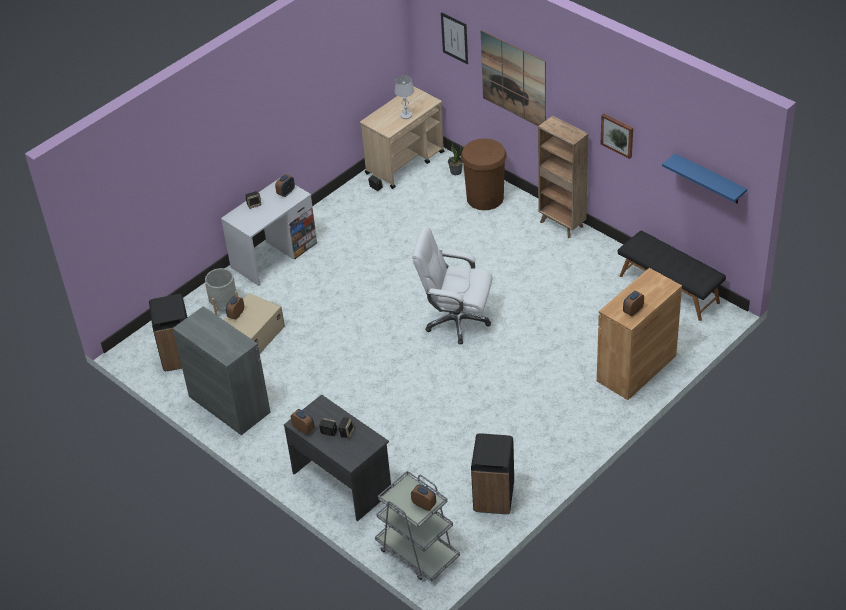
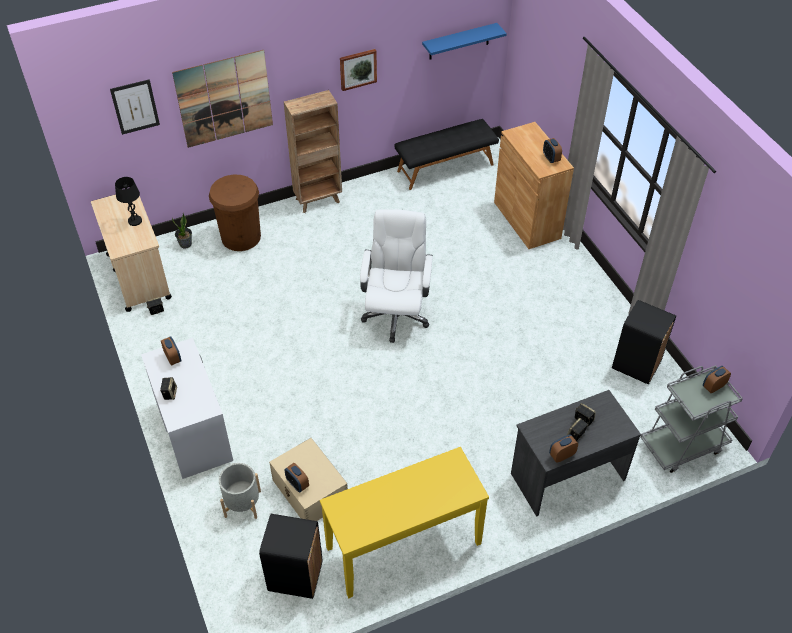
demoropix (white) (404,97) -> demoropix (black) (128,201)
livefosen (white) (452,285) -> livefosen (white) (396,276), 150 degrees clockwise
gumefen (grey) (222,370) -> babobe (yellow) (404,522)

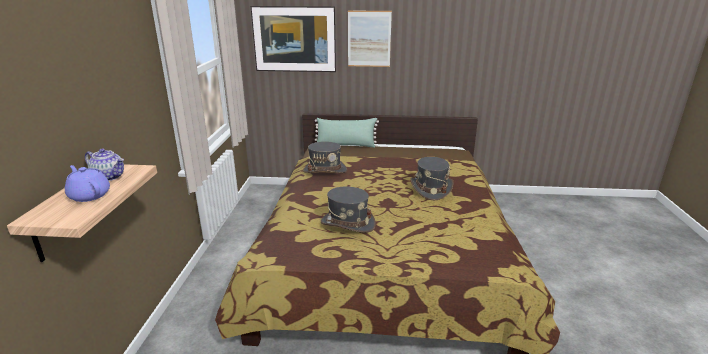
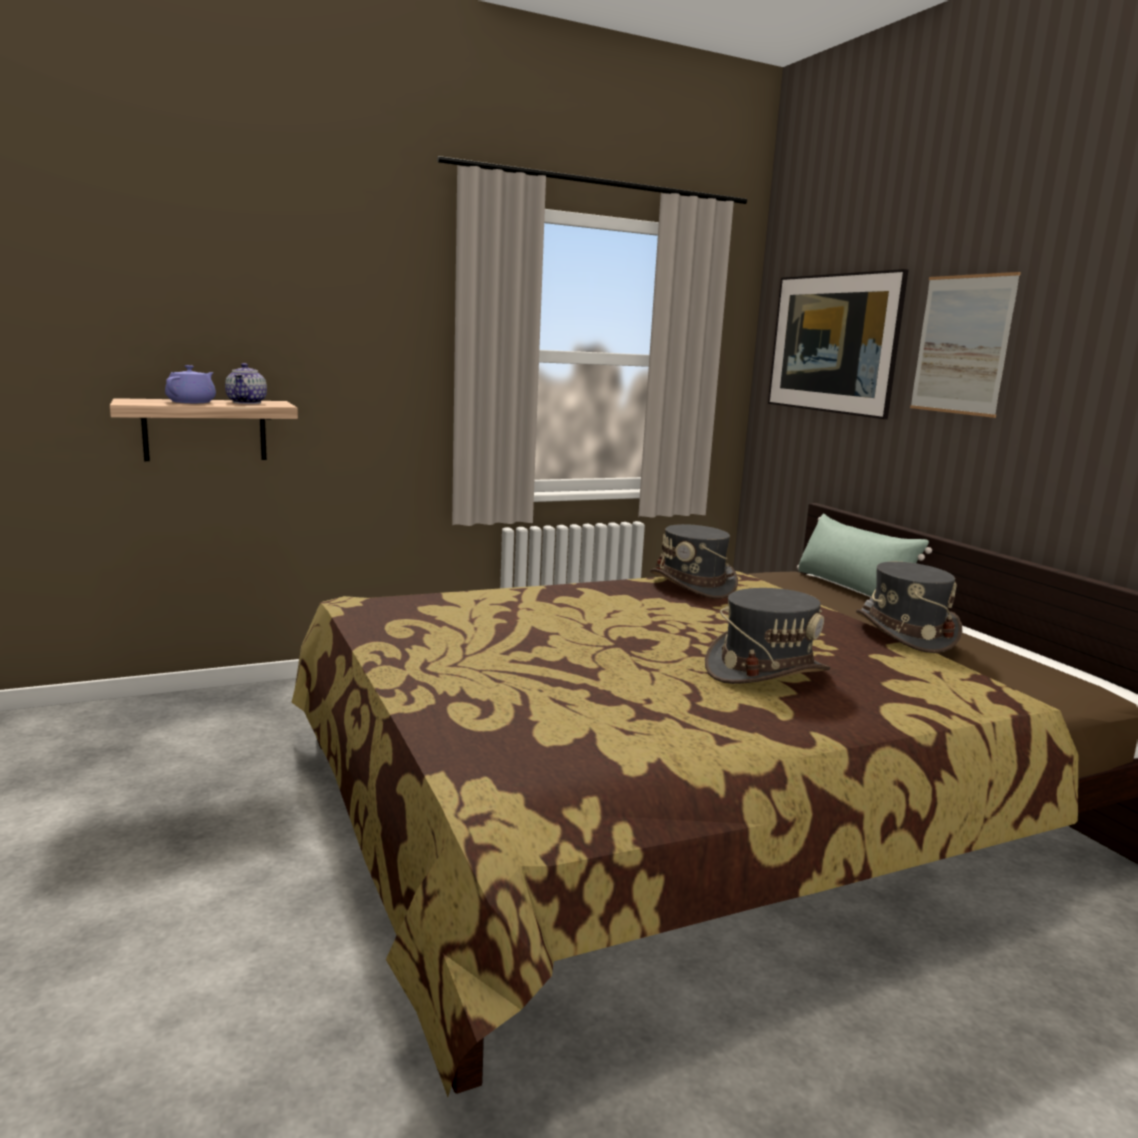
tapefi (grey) (348,209) -> tapefi (grey) (909,607), shifted

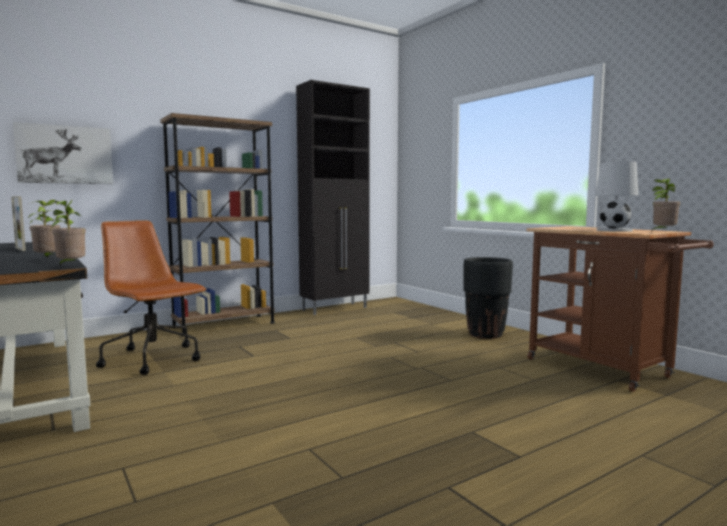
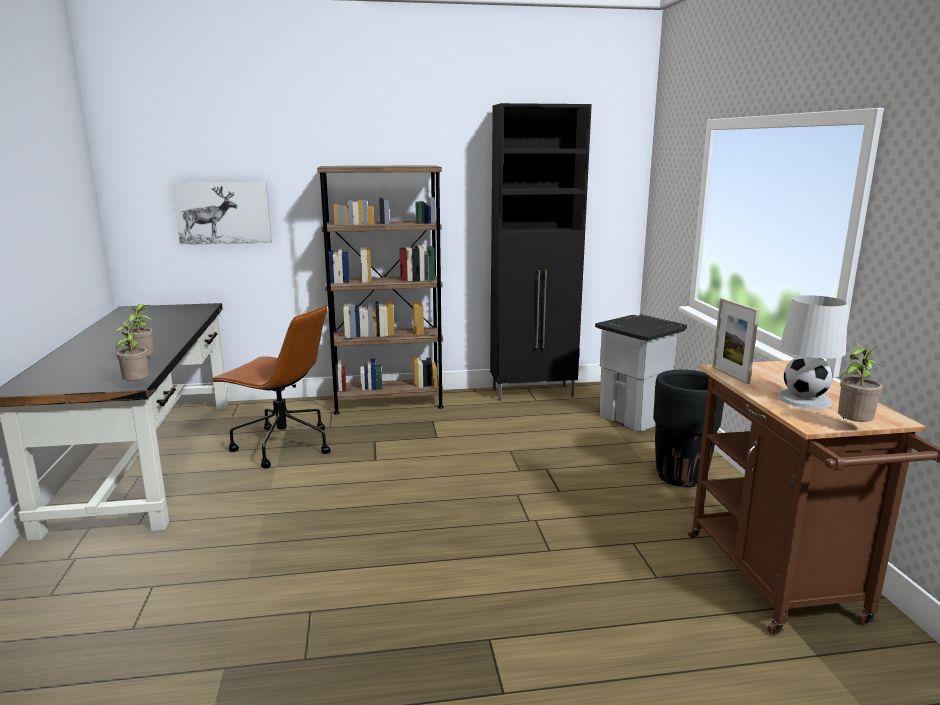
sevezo (18,223) -> sevezo (735,341), shifted
livefosen (brown) (151,297) -> livefosen (brown) (271,387), 135 degrees clockwise
none -> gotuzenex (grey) (641,373)

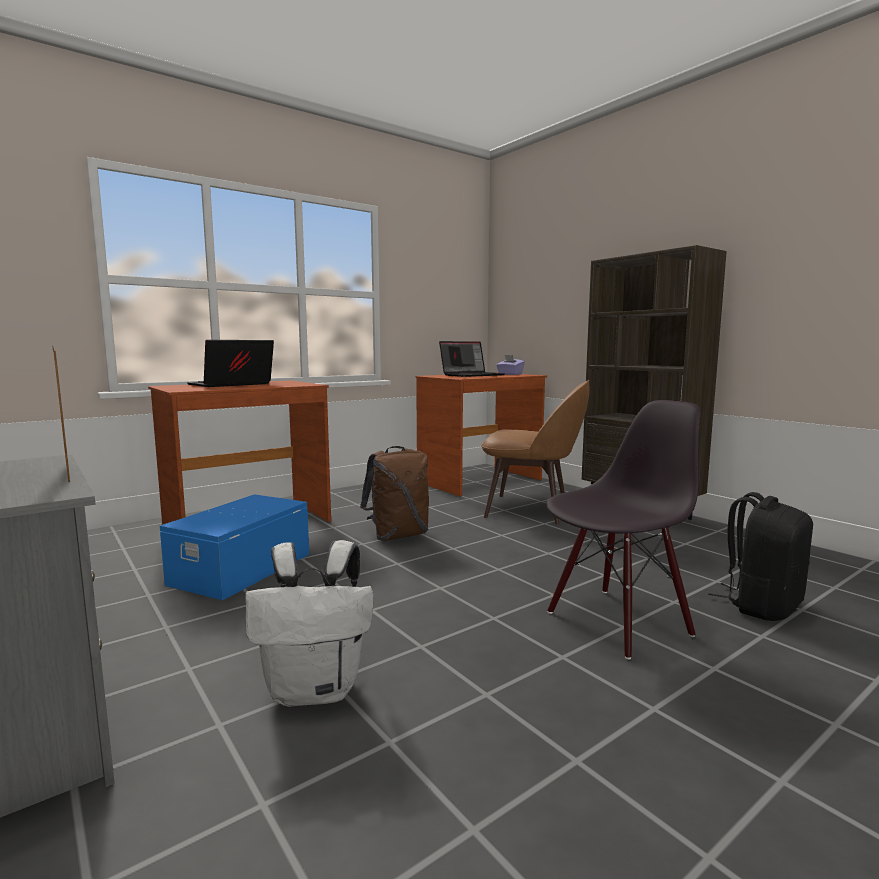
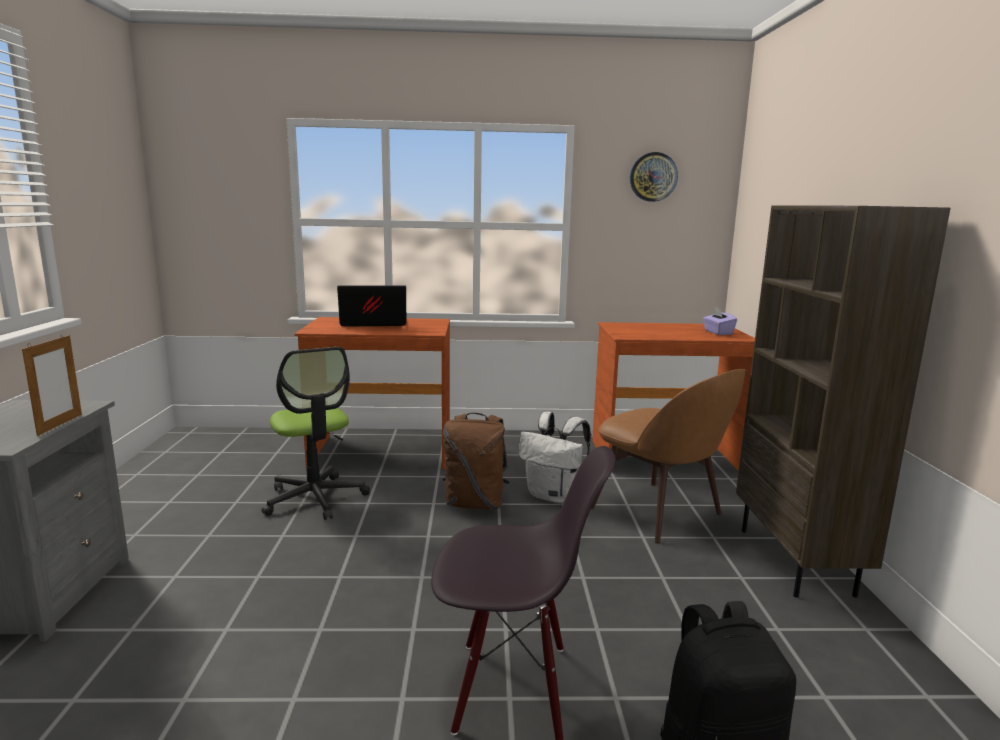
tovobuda (472,359) -> none
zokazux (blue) (234,547) -> livefosen (316,433)
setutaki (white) (309,623) -> setutaki (white) (555,457), shifted
none -> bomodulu (654,177)

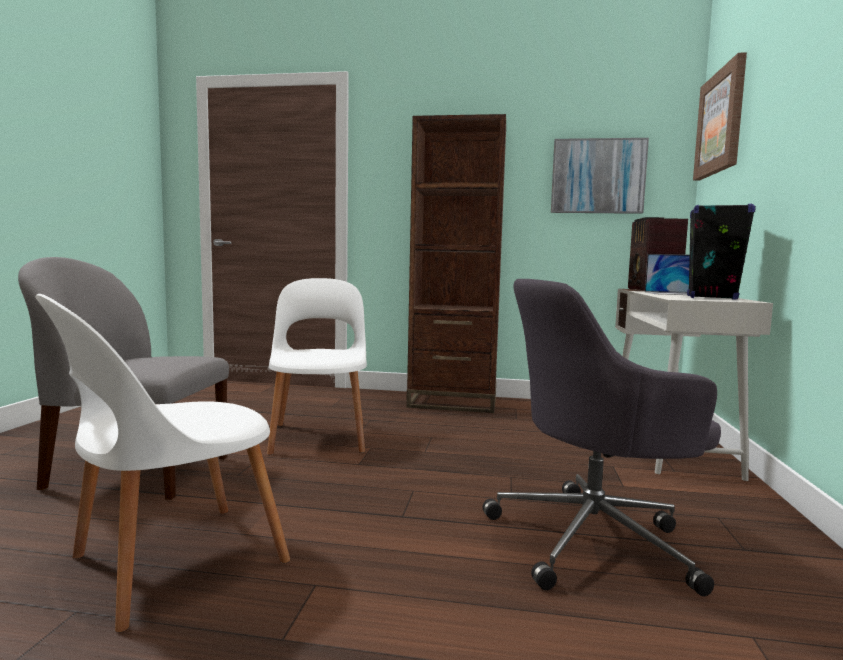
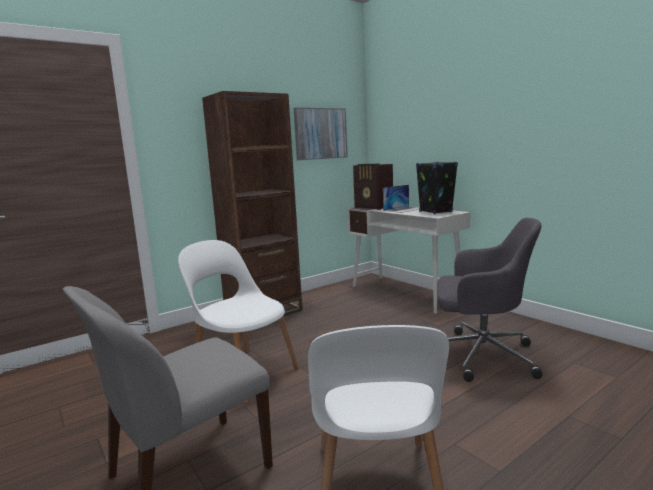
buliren (720,116) -> none
livefosen (grey) (602,437) -> livefosen (grey) (490,300), 105 degrees counterclockwise

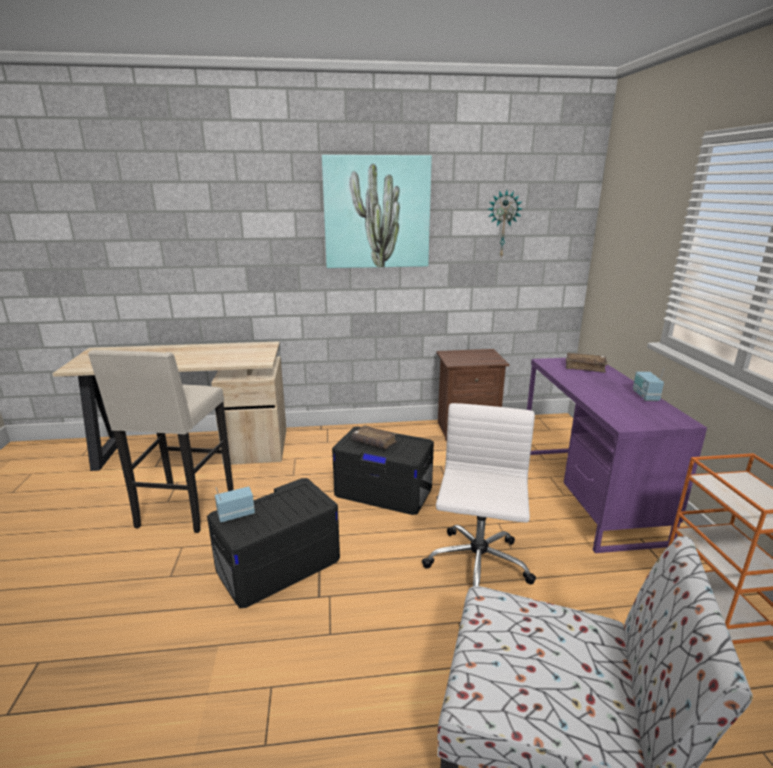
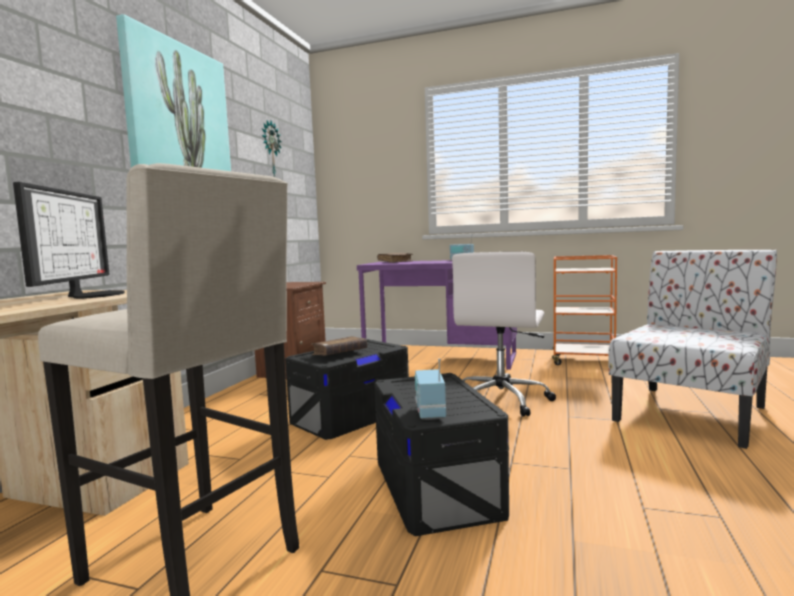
livefosen (white) (479,494) -> livefosen (white) (504,334), 105 degrees counterclockwise
none -> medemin (69,240)

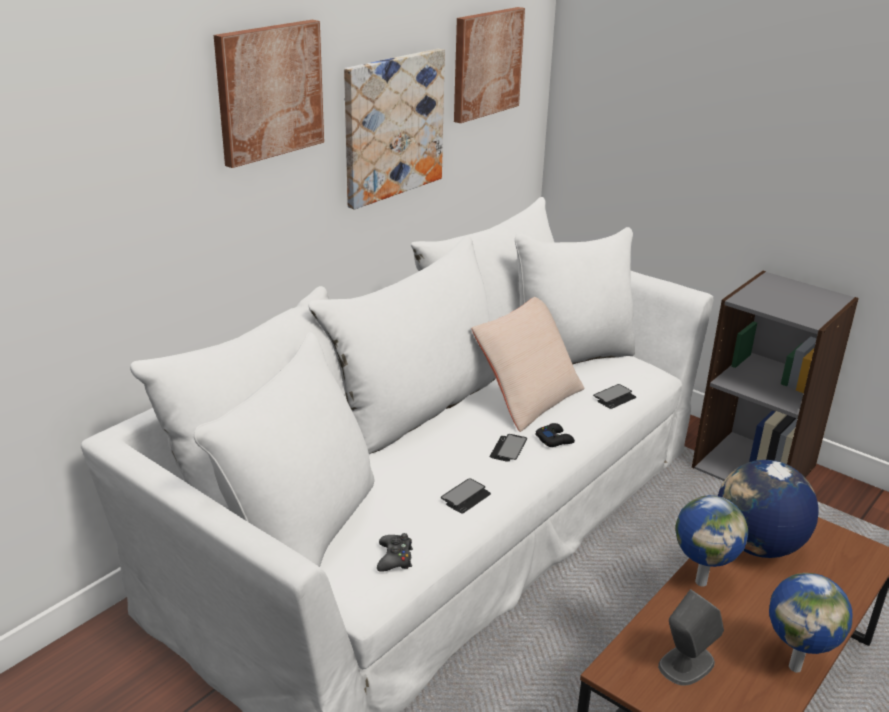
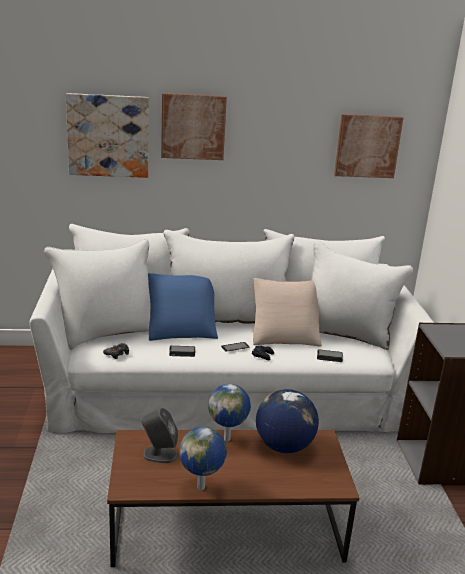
buliren (394,129) -> buliren (107,135), shifted
none -> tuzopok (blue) (183,307)

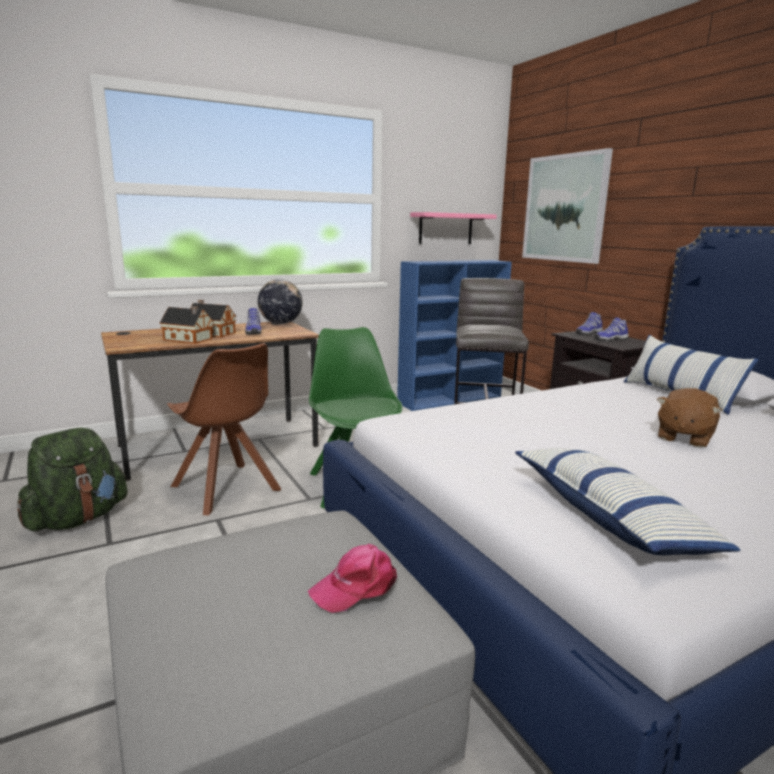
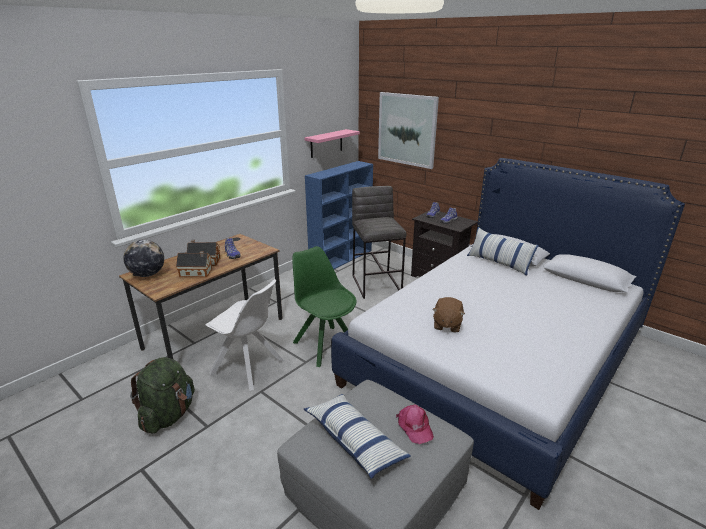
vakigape (280,301) -> vakigape (143,258), shifted
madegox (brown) (224,429) -> madegox (white) (244,335)
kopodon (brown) (689,418) -> kopodon (brown) (448,315), shifted
tuzopok (627,501) -> tuzopok (357,436), shifted
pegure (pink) (352,578) -> pegure (pink) (415,424), 60 degrees counterclockwise

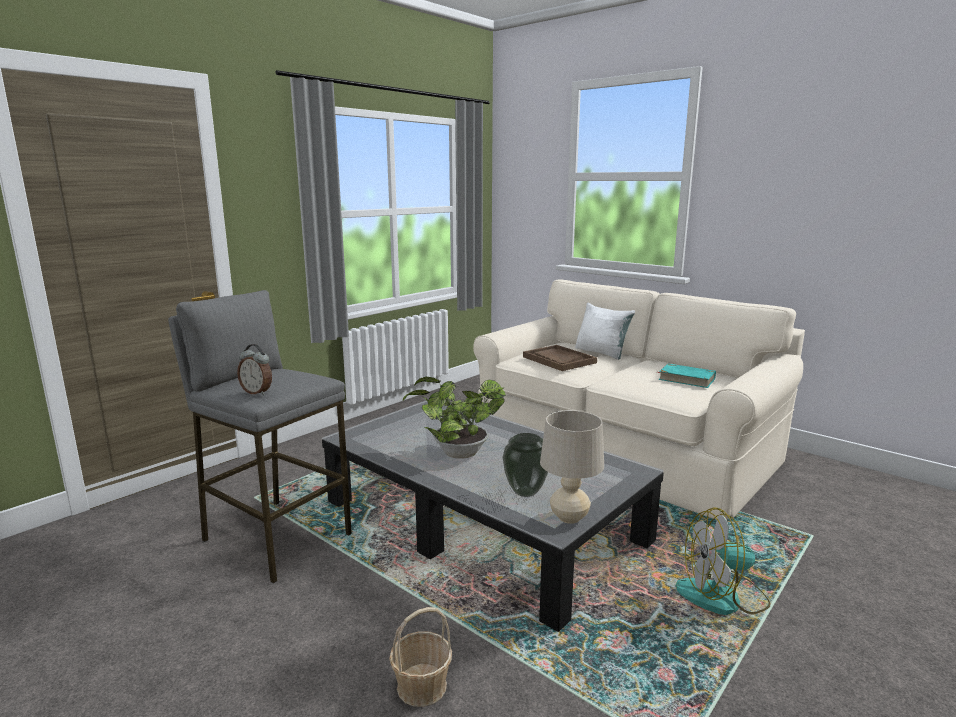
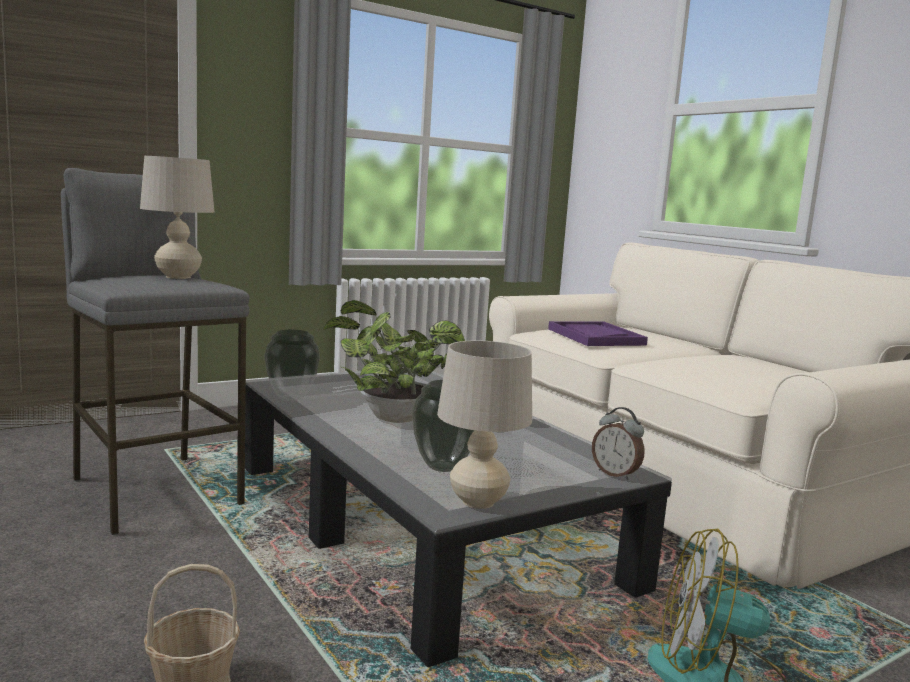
tuzopok (white) (605,331) -> none
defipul (254,369) -> defipul (618,443), shifted
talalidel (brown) (560,358) -> talalidel (purple) (598,333)
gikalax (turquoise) (686,376) -> none
none -> demoropix (beige) (177,217)
none -> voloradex (292,365)

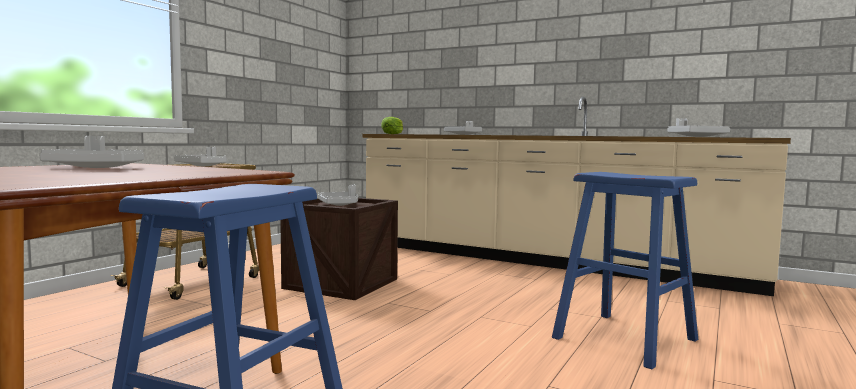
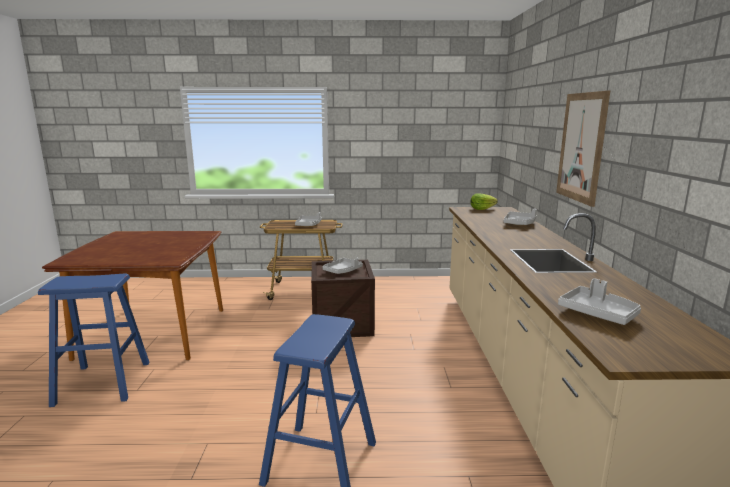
talalidel (grey) (91,152) -> none
none -> buliren (583,149)

